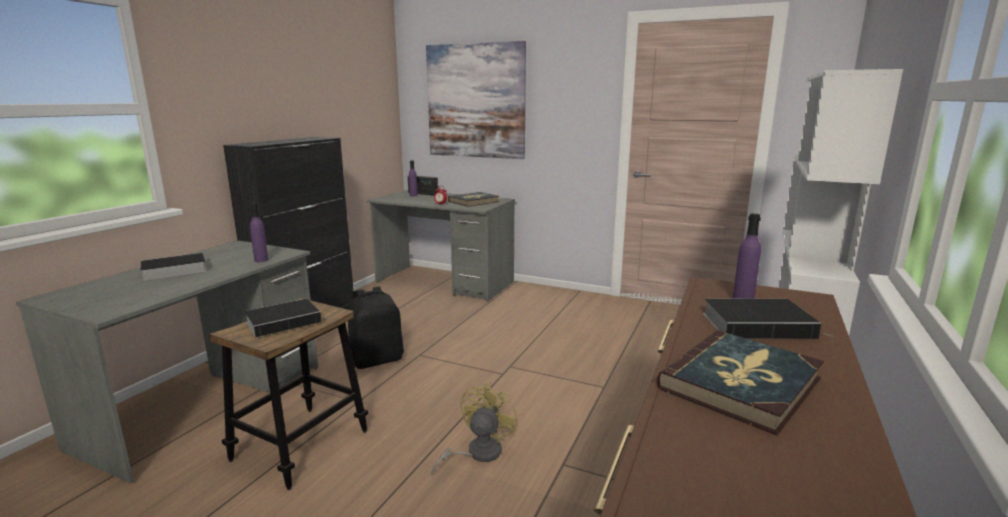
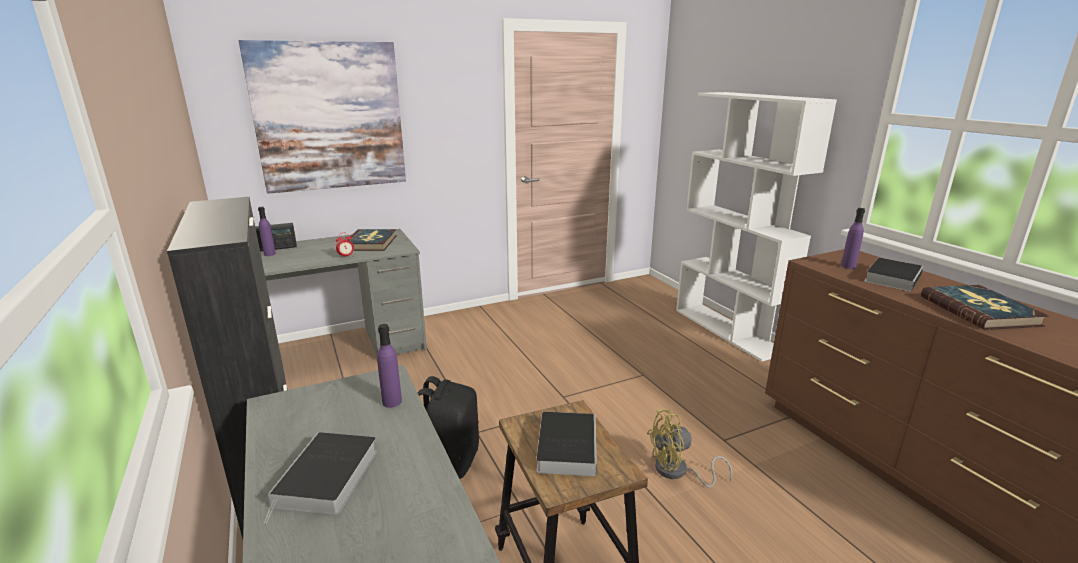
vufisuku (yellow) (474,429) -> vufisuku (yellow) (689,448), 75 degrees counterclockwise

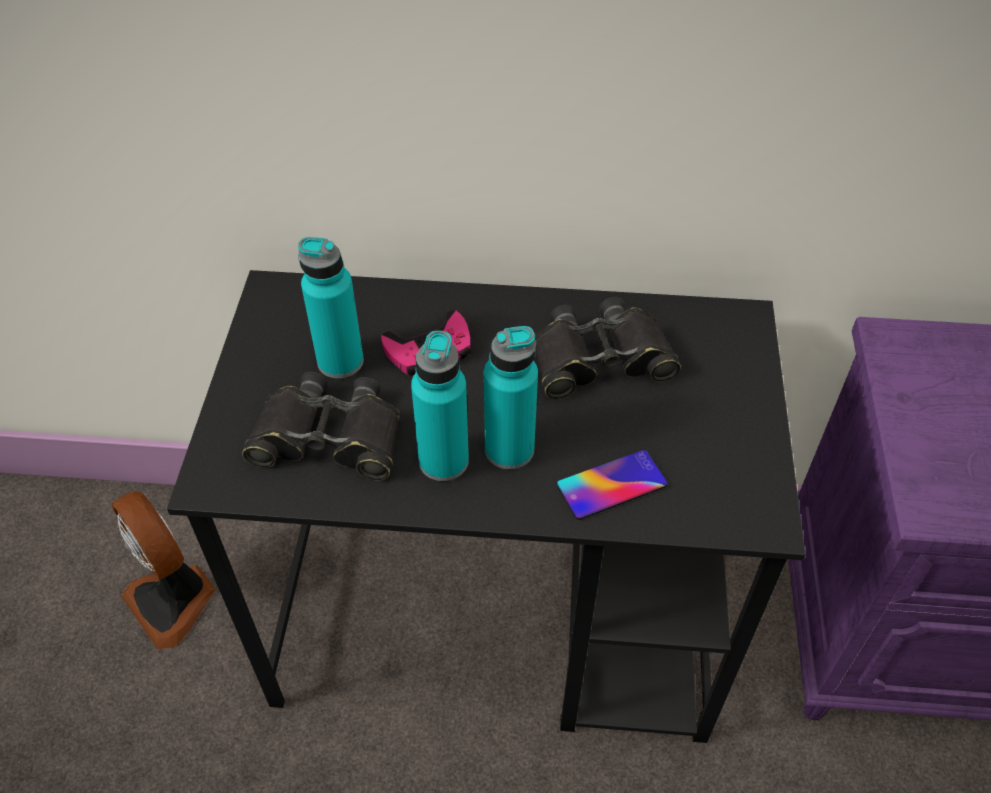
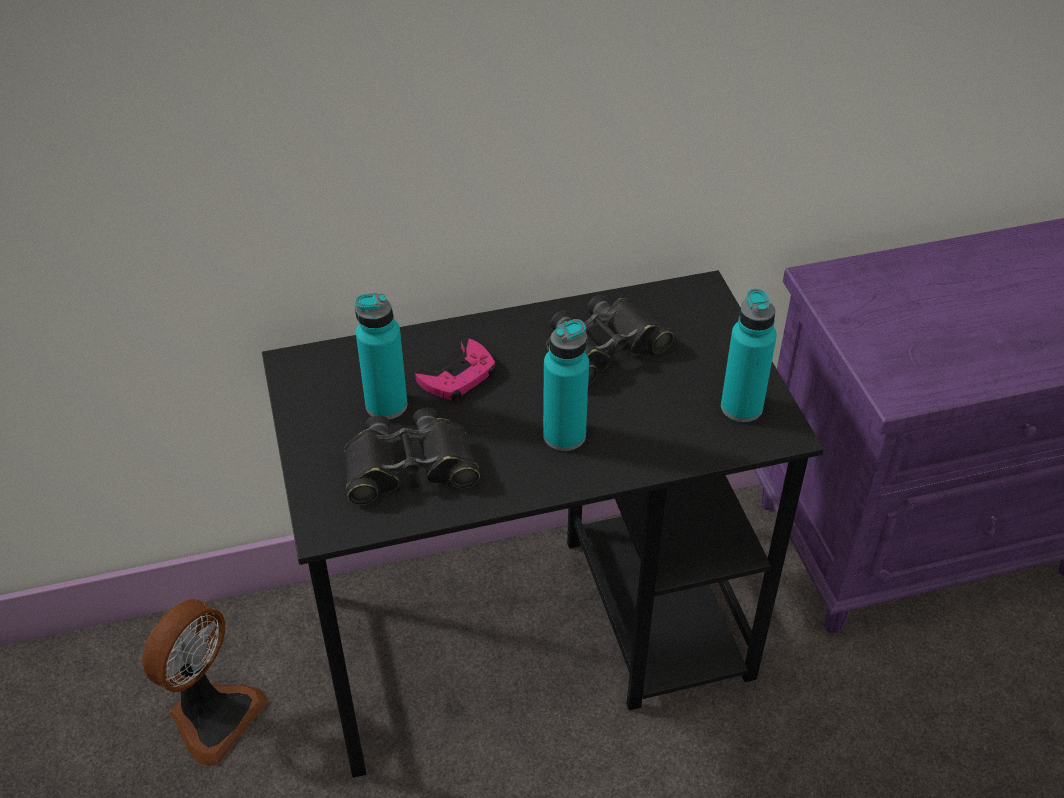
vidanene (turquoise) (440,406) -> vidanene (turquoise) (749,355), shifted
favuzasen (612,485) -> none
vufisuku (163,570) -> vufisuku (205,682), 90 degrees counterclockwise

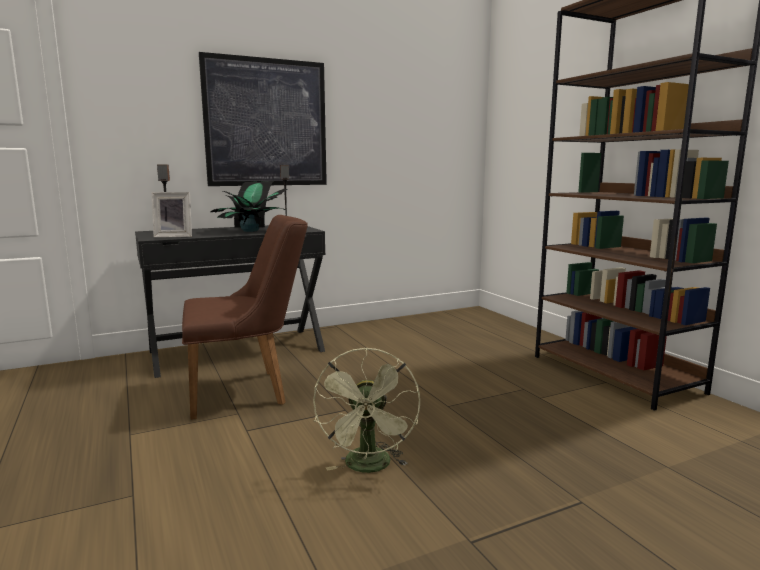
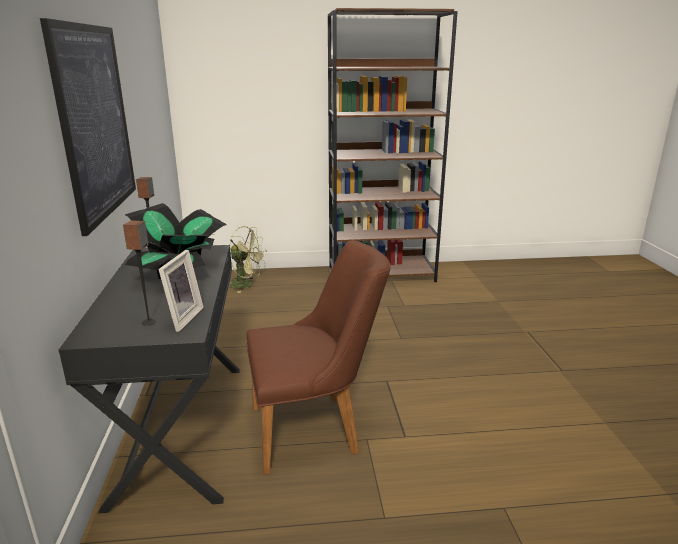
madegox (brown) (245,317) -> madegox (brown) (318,357), 75 degrees clockwise
vufisuku (green) (366,410) -> vufisuku (green) (248,259), shifted

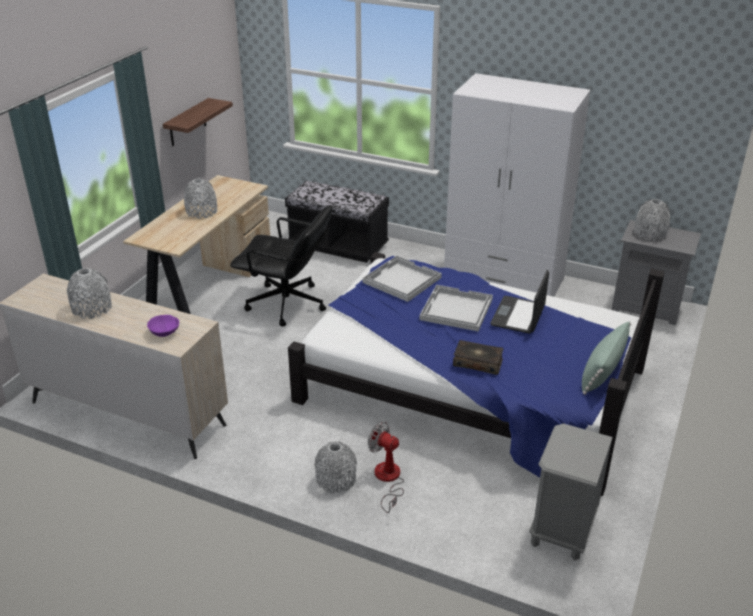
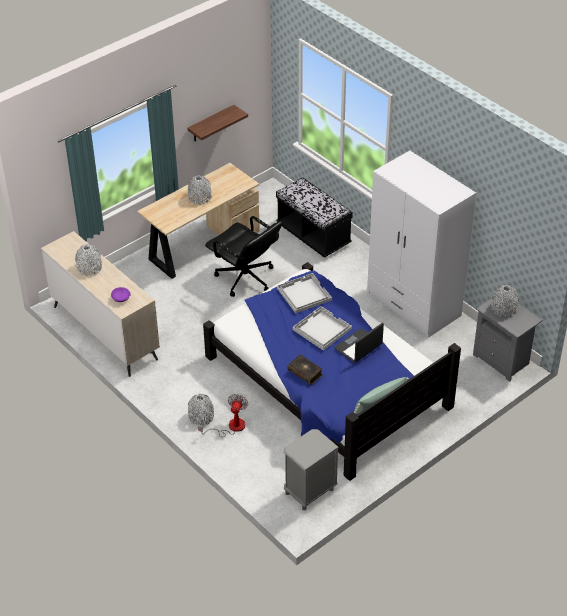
vufisuku (386,467) -> vufisuku (223,415), 45 degrees clockwise

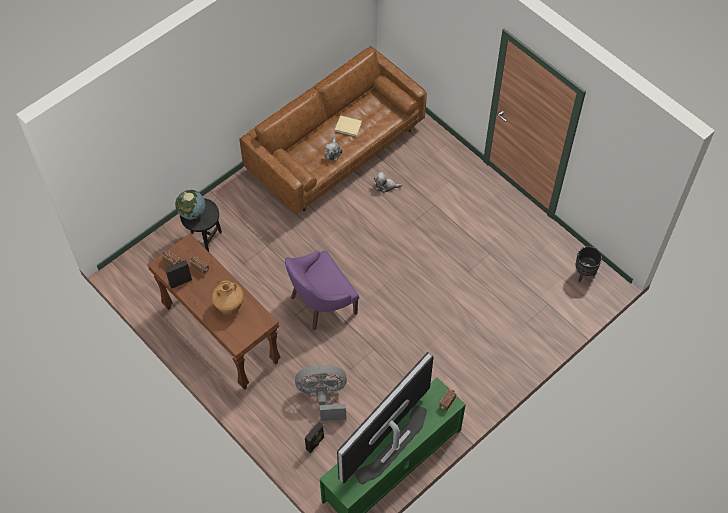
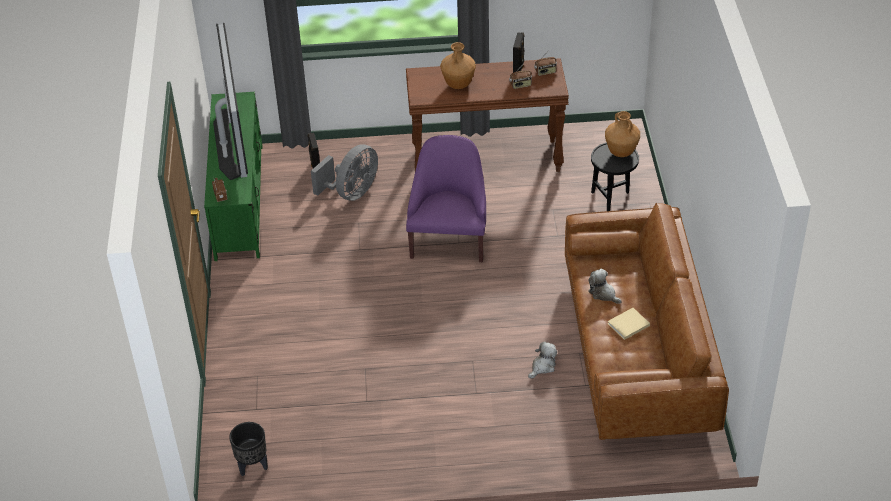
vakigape (190,205) -> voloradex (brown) (622,134)

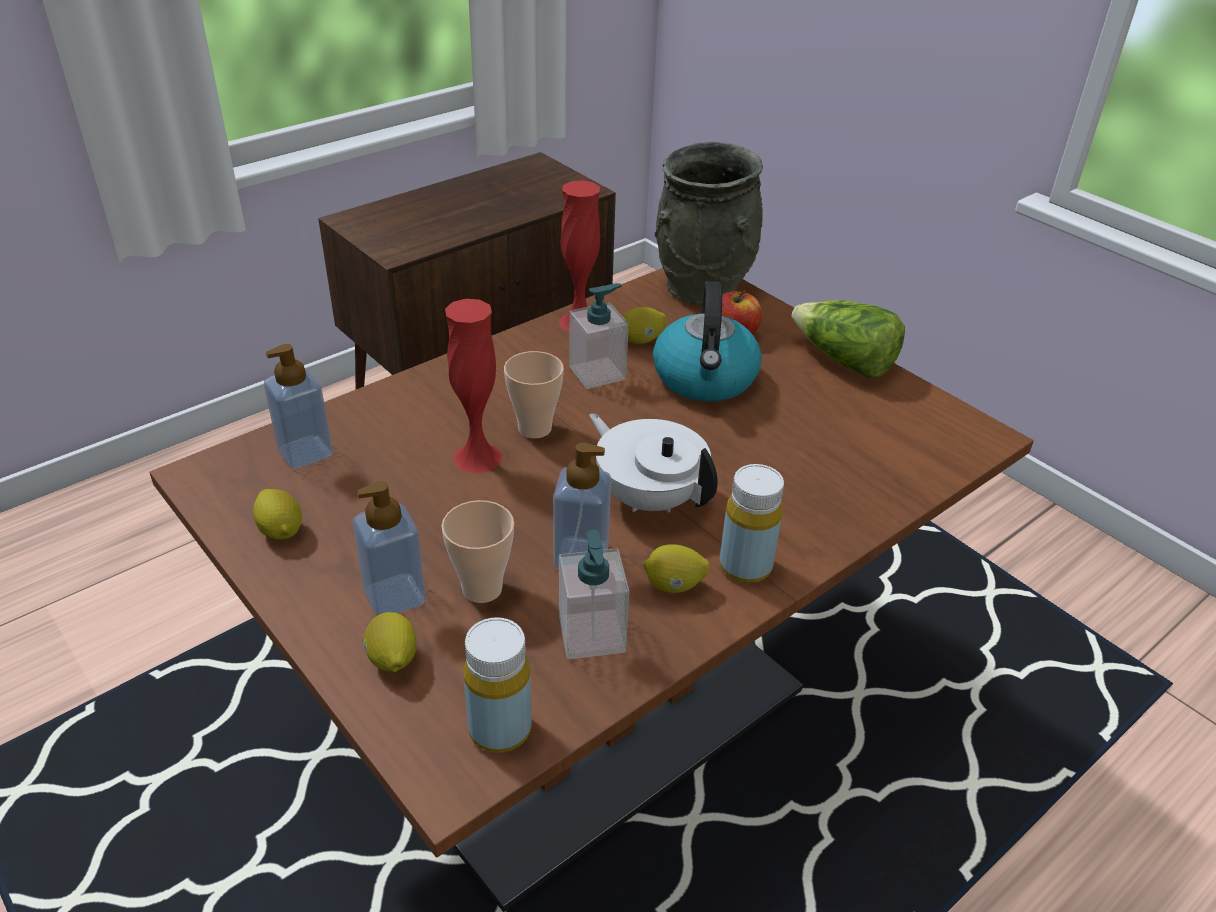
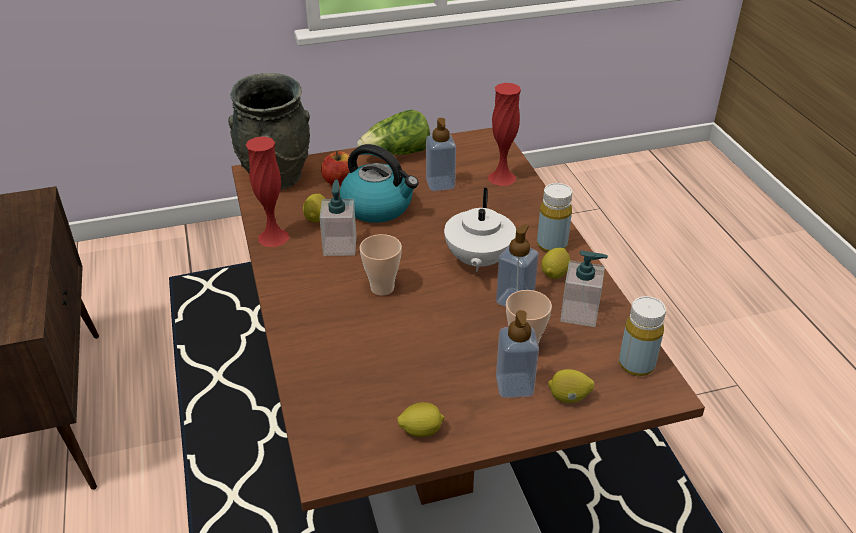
voloradex (red) (473,386) -> voloradex (red) (504,134), shifted
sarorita (298,406) -> sarorita (441,154), shifted
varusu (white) (653,463) -> varusu (white) (480,230), 60 degrees counterclockwise

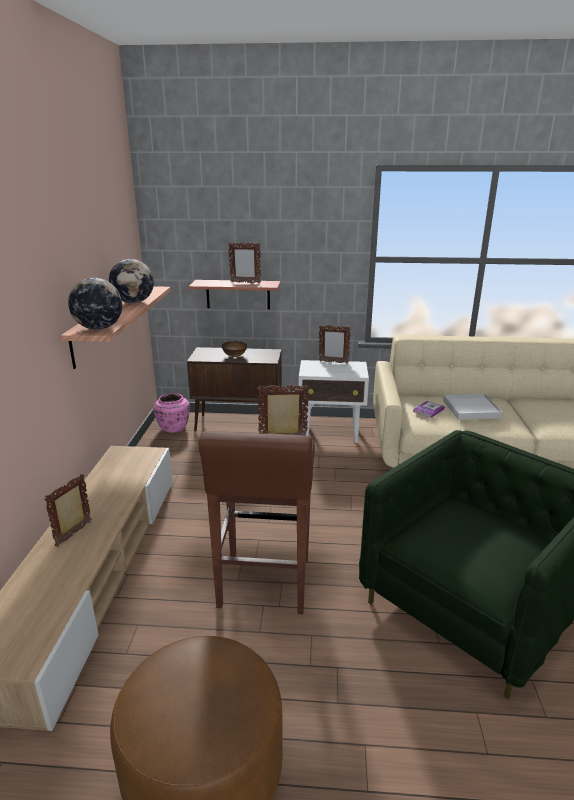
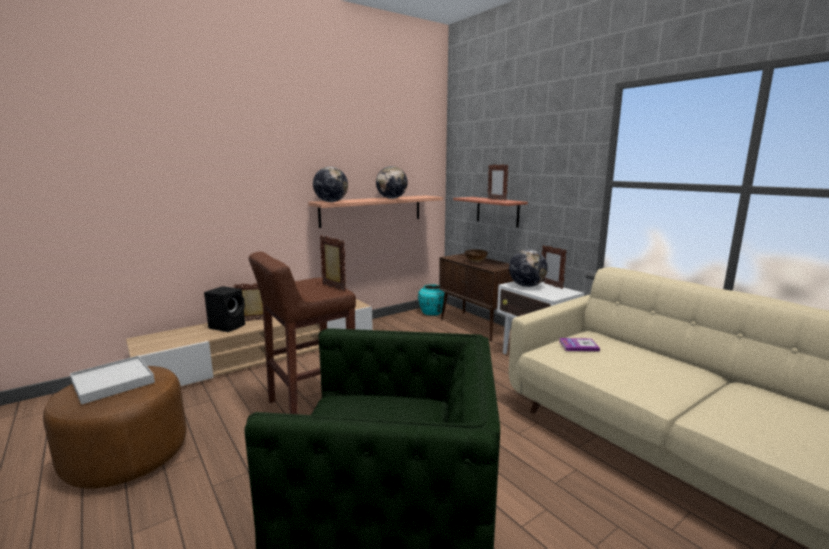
voloradex (pink) (171,413) -> voloradex (turquoise) (431,300)
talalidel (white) (473,407) -> talalidel (white) (112,380), shifted
none -> vakigape (528,268)
none -> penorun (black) (224,309)

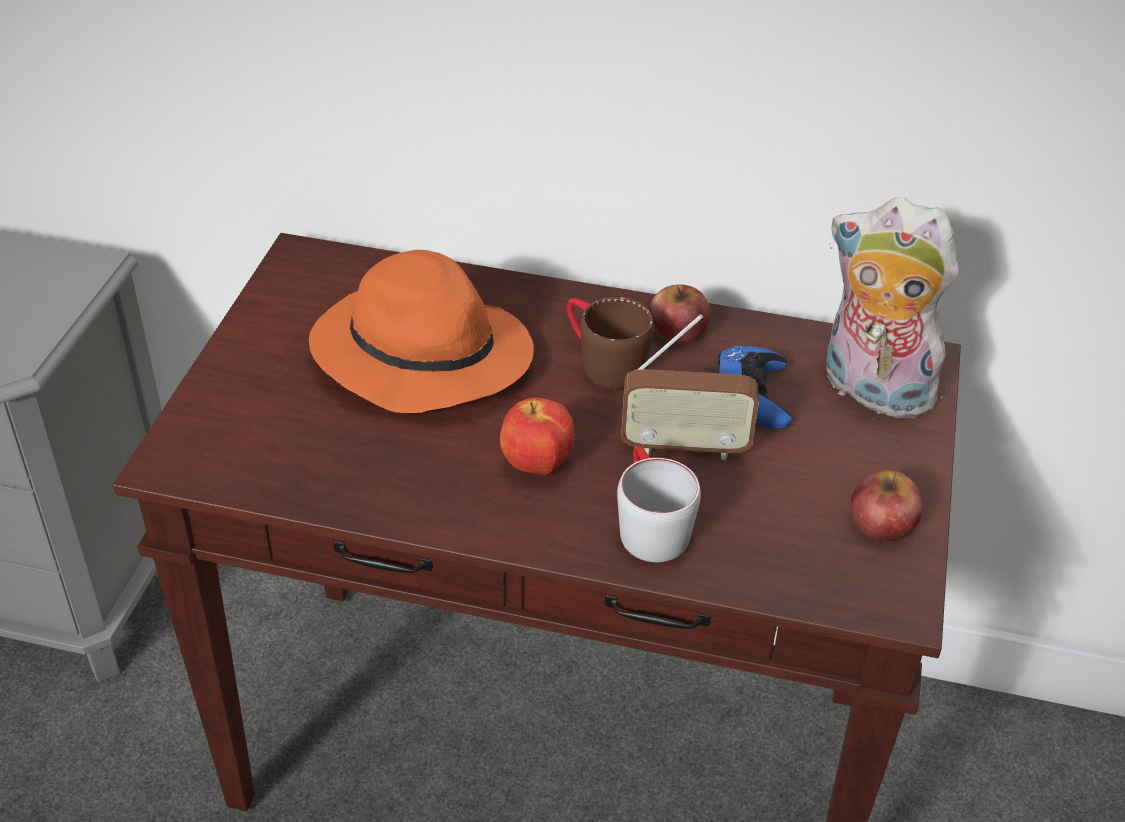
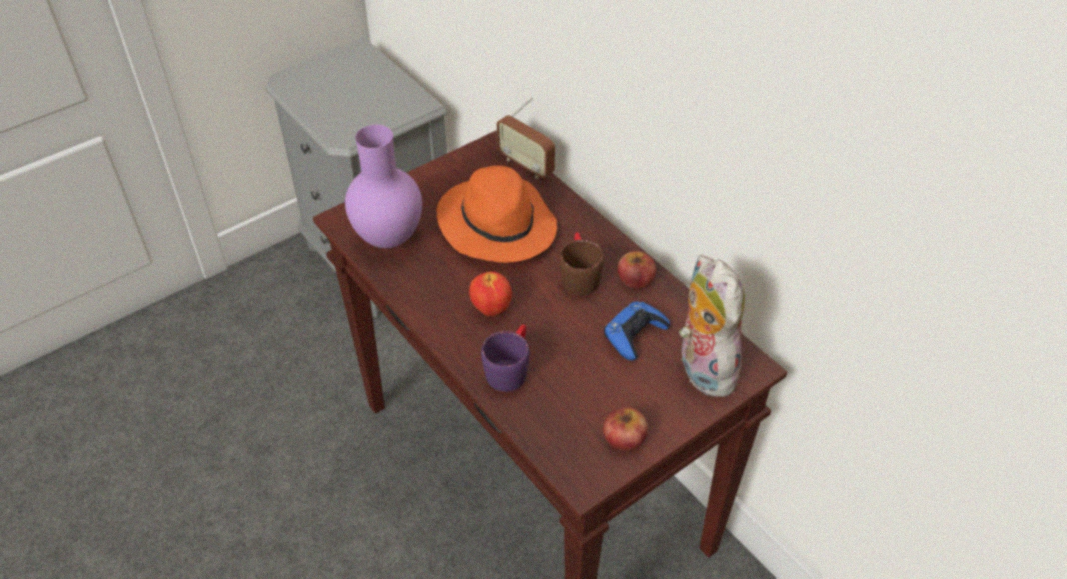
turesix (690,387) -> turesix (525,138), shifted
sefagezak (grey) (659,504) -> sefagezak (purple) (505,358)
none -> voloradex (purple) (383,186)

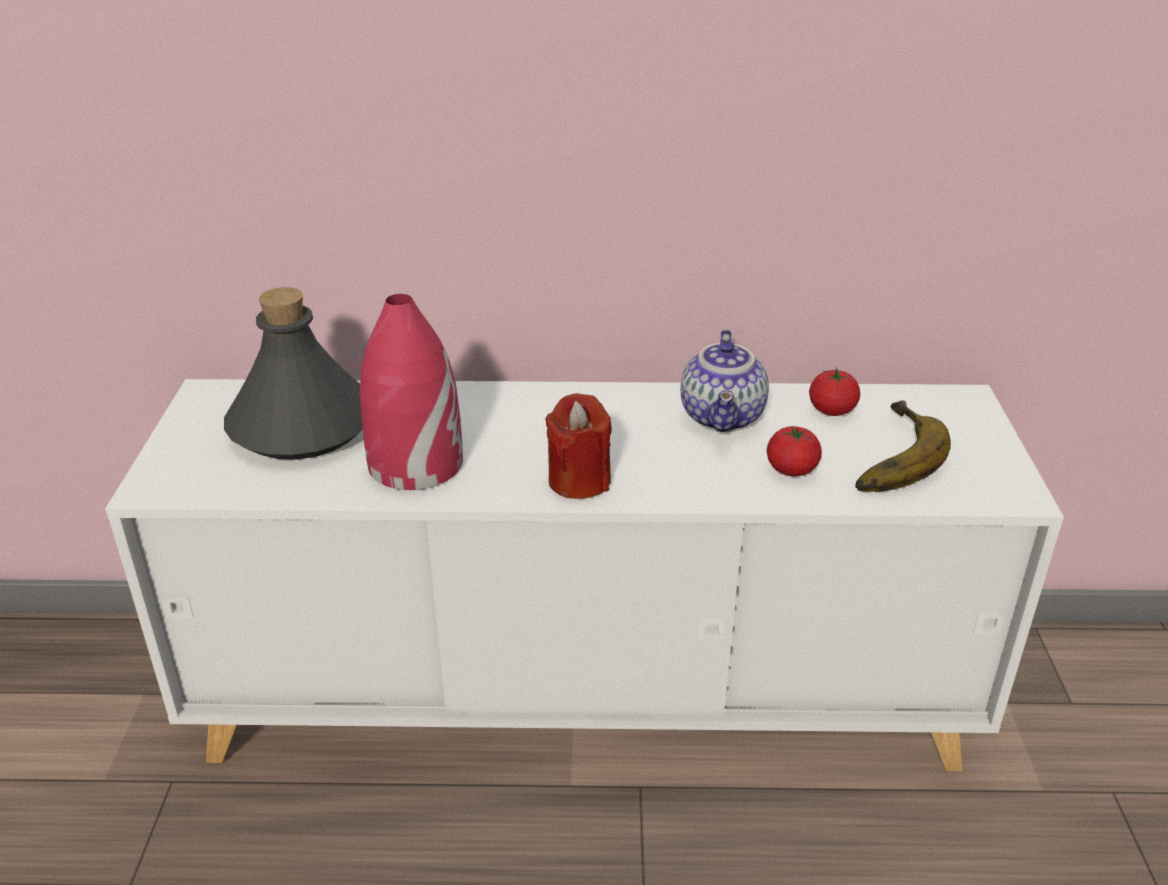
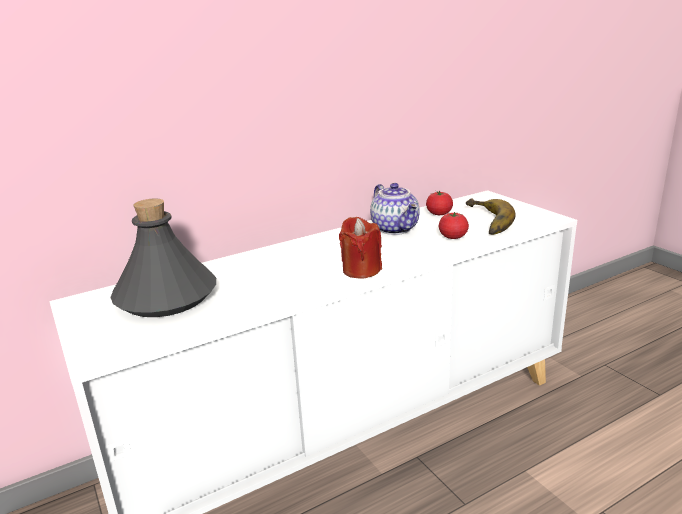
voloradex (red) (411,392) -> none

